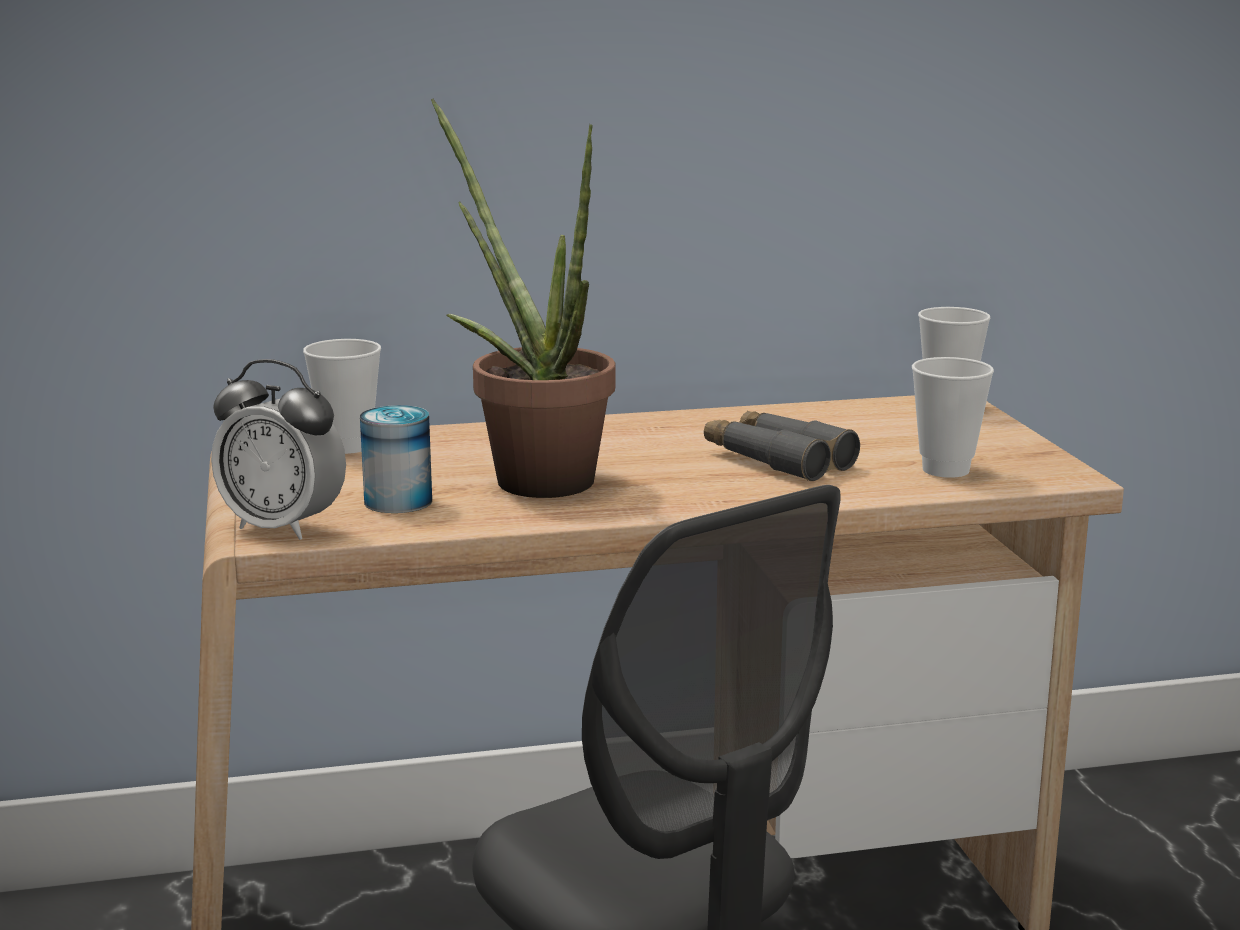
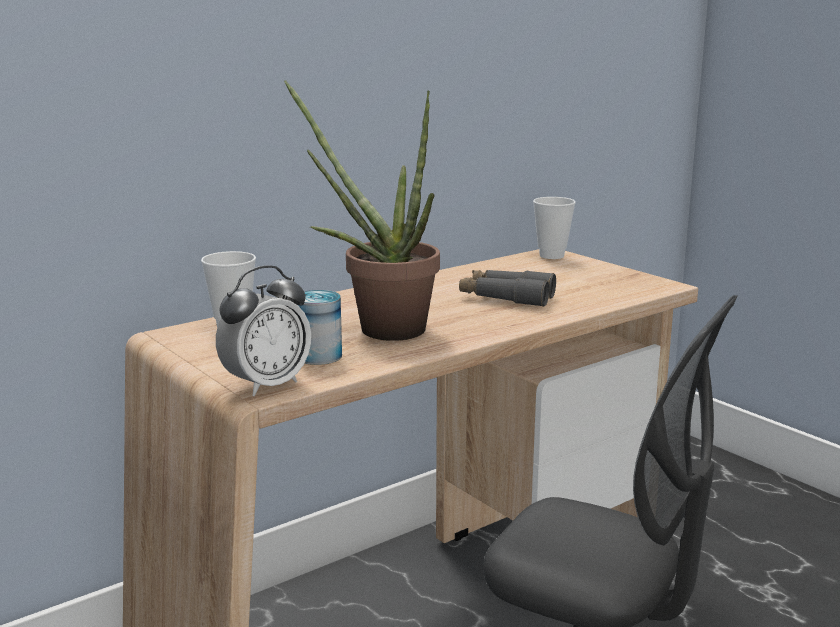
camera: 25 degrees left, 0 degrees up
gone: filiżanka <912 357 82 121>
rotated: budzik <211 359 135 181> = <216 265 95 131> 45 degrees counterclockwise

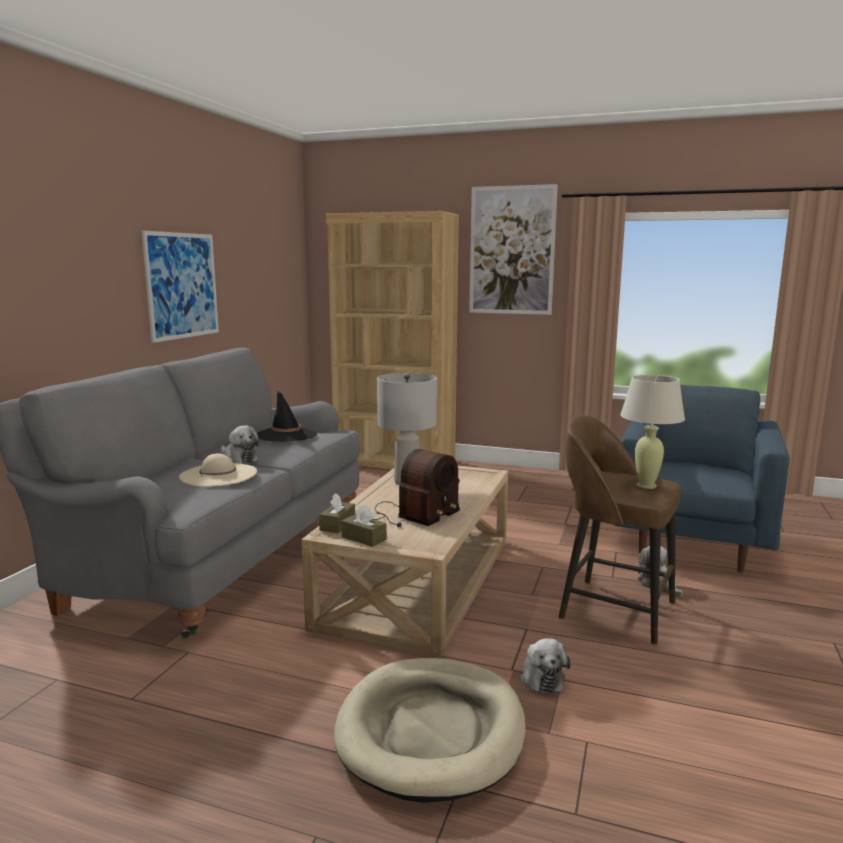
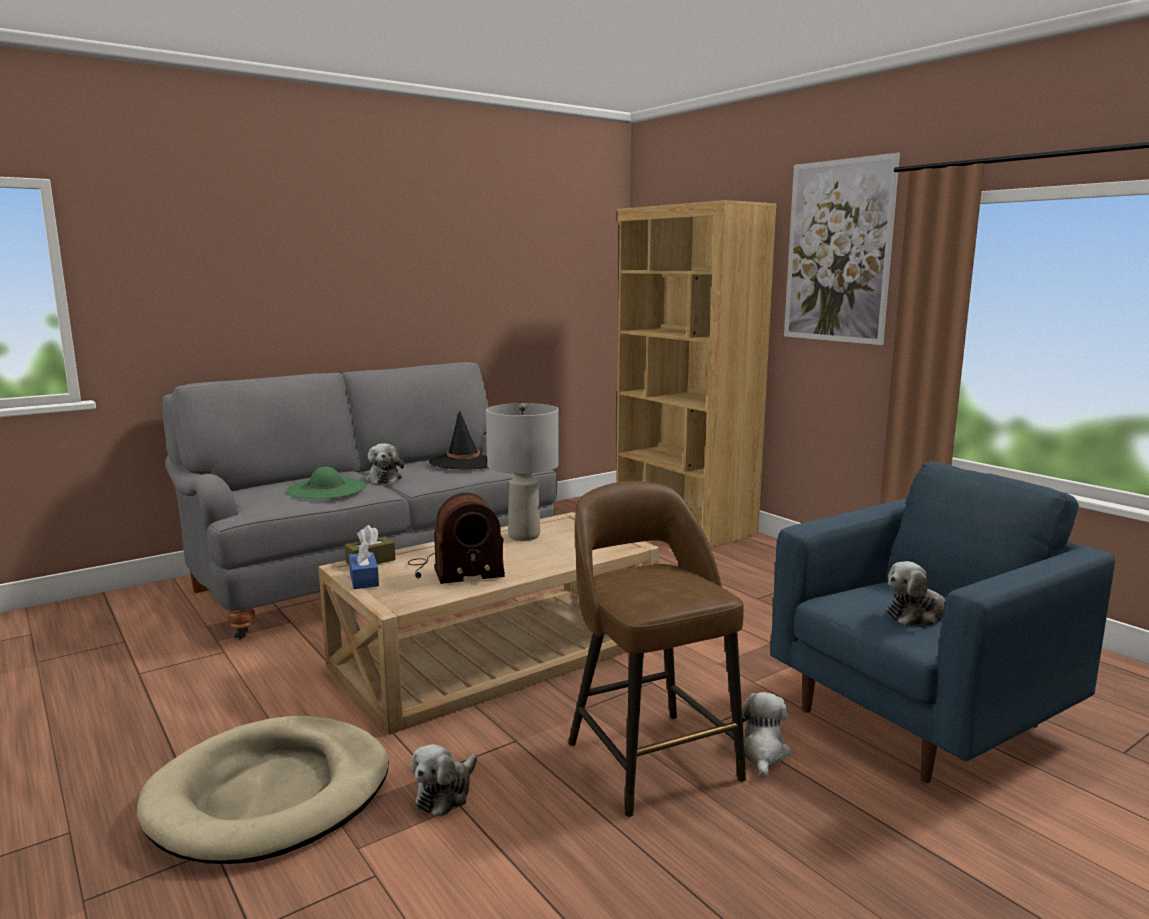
camera: 35 degrees right, 0 degrees up
gone: obraz <142 231 77 112>; lampa stołowa (beżowy) <620 375 65 114>
new: pluszak <886 561 59 65>
repainted: kapelusz (beżowy) <179 453 78 34> to kapelusz (zielony) <286 467 80 32>; pudełko chusteczek (brązowy) <341 505 46 42> to pudełko chusteczek (niebieski) <349 542 30 47>

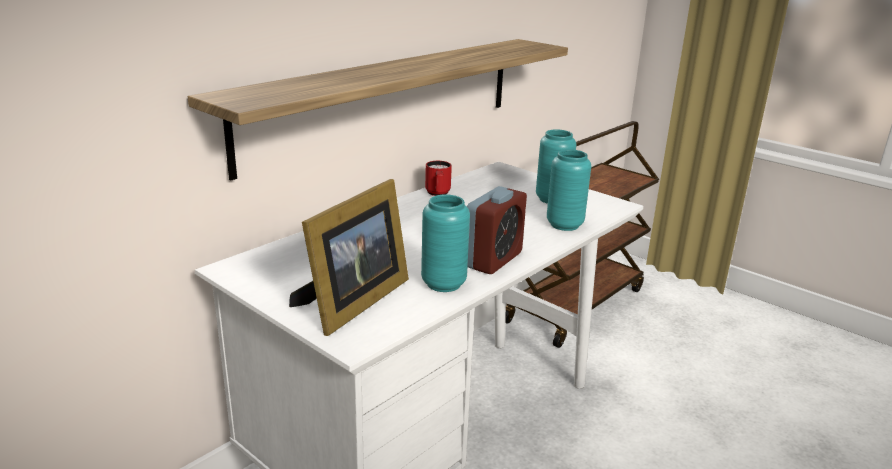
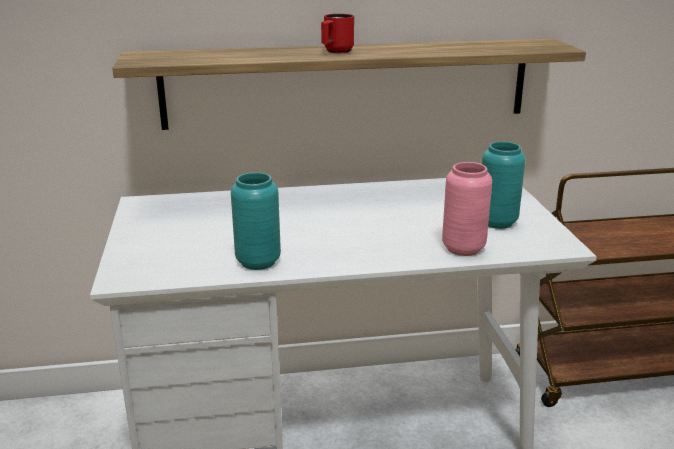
camera: 40 degrees right, 0 degrees up
gone: ramka na zdjęcie <289 179 120 157>; budzik <467 186 60 88>
shifted: kubek (czerwony) <425 161 27 35> to <321 14 33 39>
repainted: wazon (turkusowy) <547 149 44 82> to wazon (różowy) <442 162 50 94>

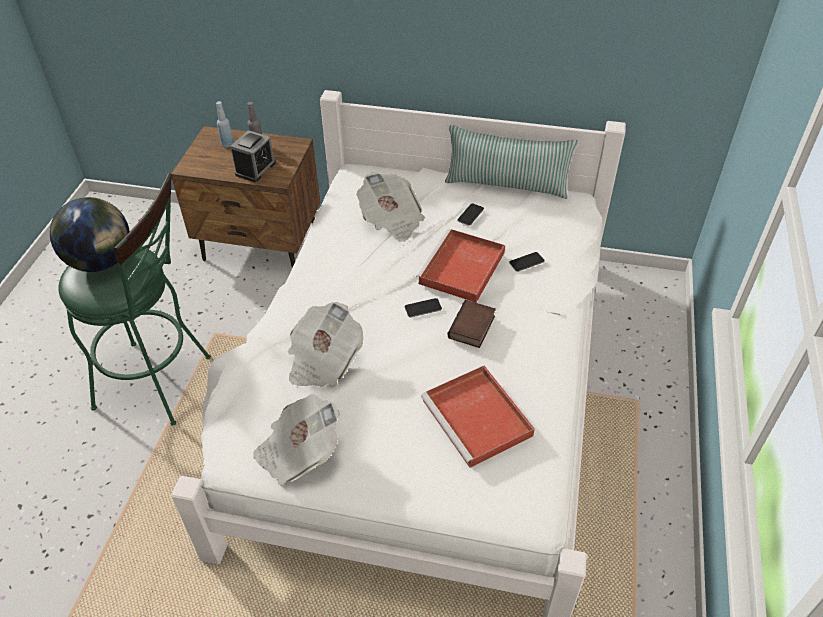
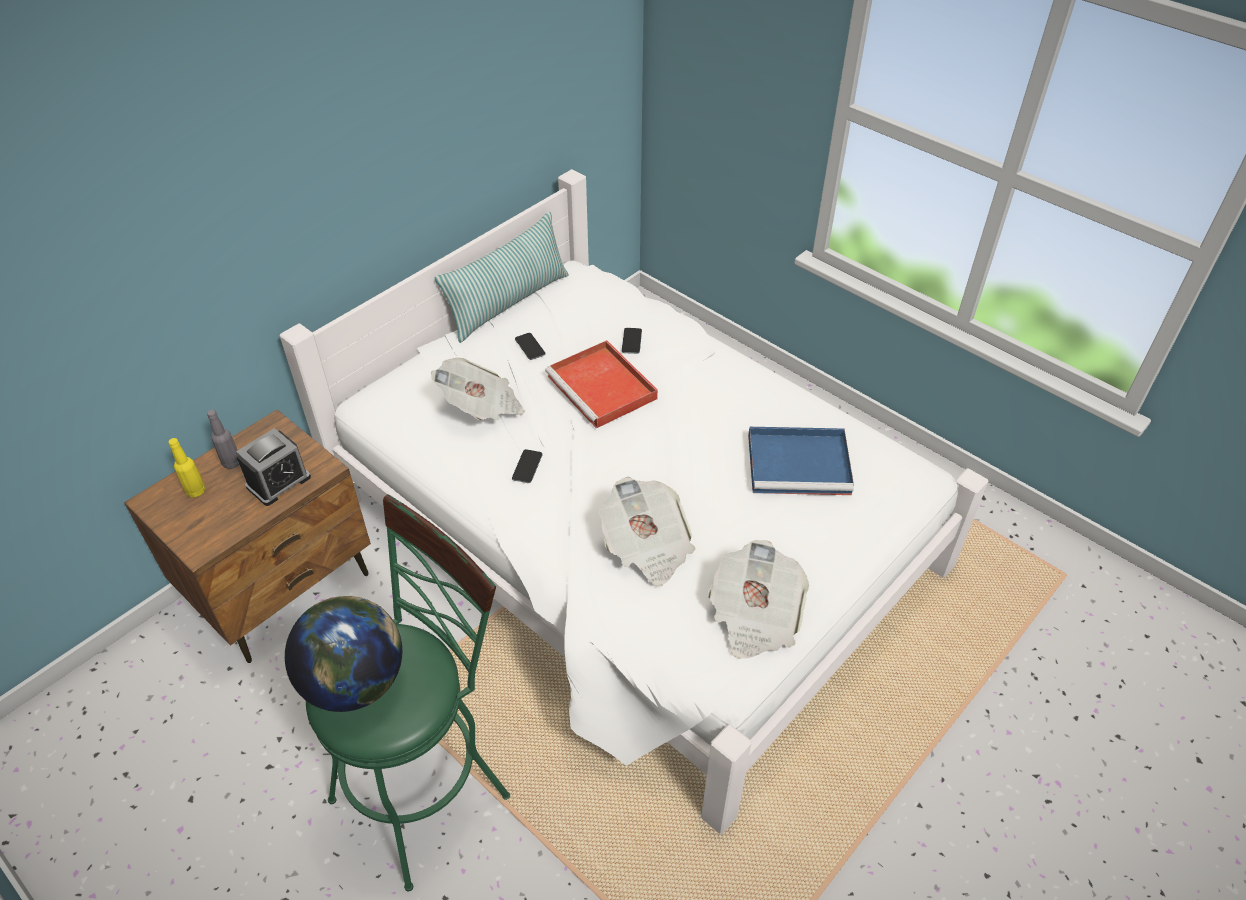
camera: 60 degrees left, 0 degrees up
gone: książka <448 300 48 48>
shifted: telefon <405 298 37 19> to <512 449 30 34>
repainted: butelka (niebieski) <216 101 18 46> to butelka (żółty) <168 438 38 59>; taca (czerwony) <421 366 114 102> to taca (niebieski) <748 427 106 68>
rotated: budzik <230 130 46 52> = <236 428 75 78> 75 degrees clockwise

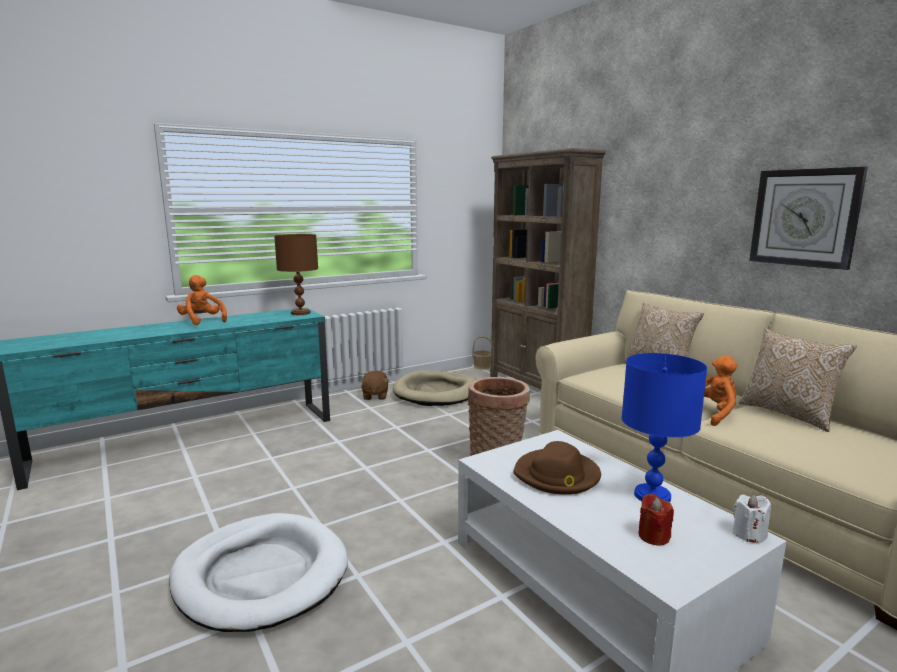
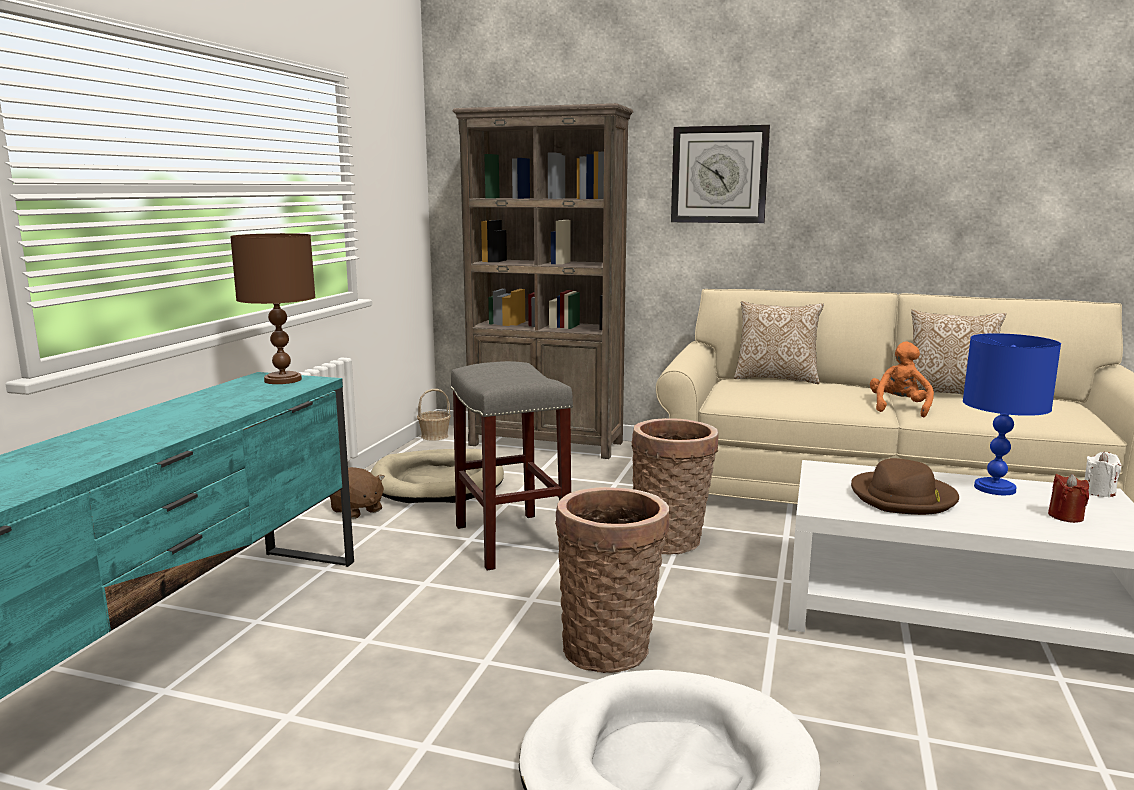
camera: 40 degrees left, 0 degrees up
gone: pluszak (pomarańczowy) <177 275 50 50>
new: stołek (szary) <450 361 123 210>; koszyk <555 487 114 186>
shifted: zegar ścienny <749 167 119 103> to <671 125 99 98>

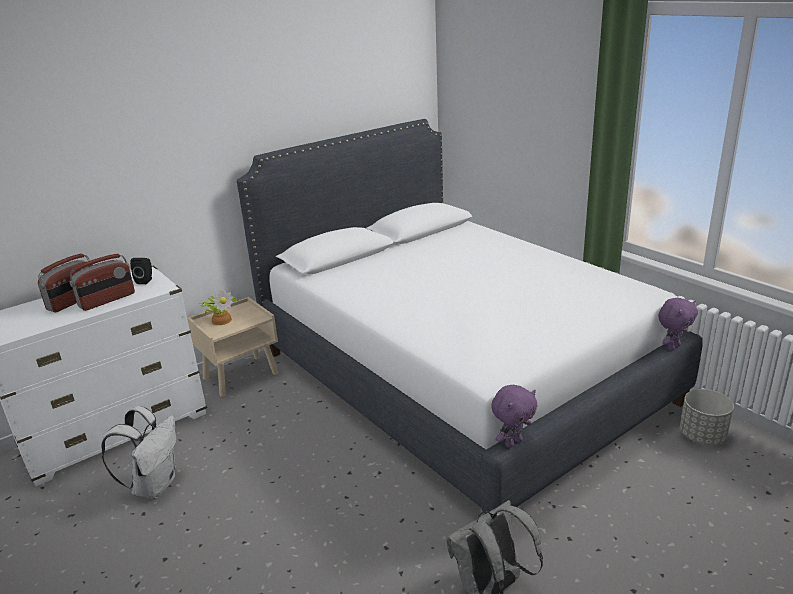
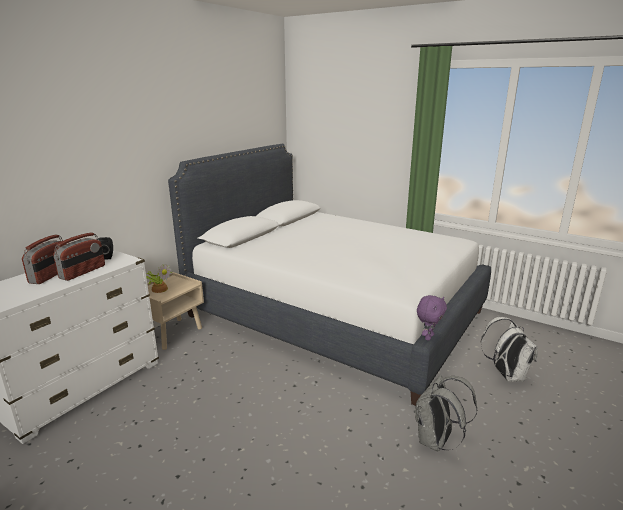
camera: 20 degrees left, 5 degrees down
gone: pluszak (fioletowy) <658 298 40 53>; donica (szary) <680 389 54 56>
shifted: plecak (biały) <101 406 75 93> to <481 317 57 65>

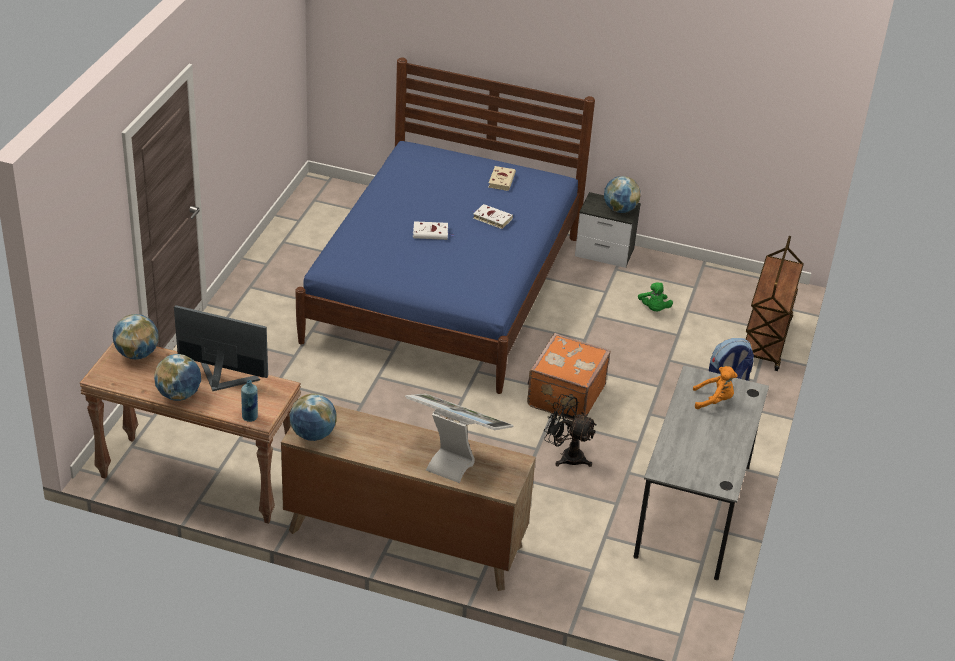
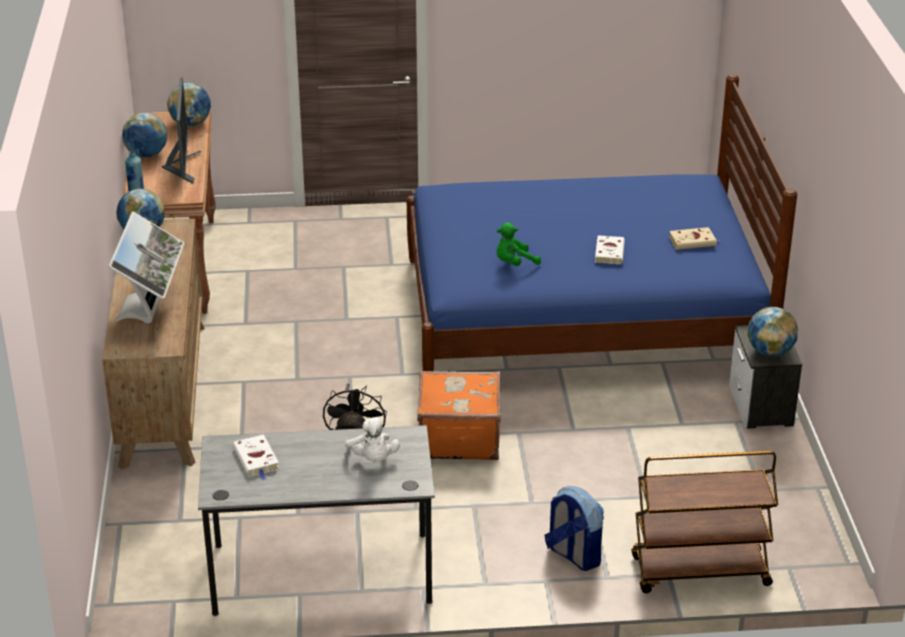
camera: 70 degrees right, 5 degrees down
shifted: książka (biały) <413 221 41 19> to <233 435 46 45>; pluszak (zielony) <638 282 35 29> to <496 222 45 44>
repainted: pluszak (pomarańczowy) <693 366 45 43> to pluszak (biały) <345 417 55 45>

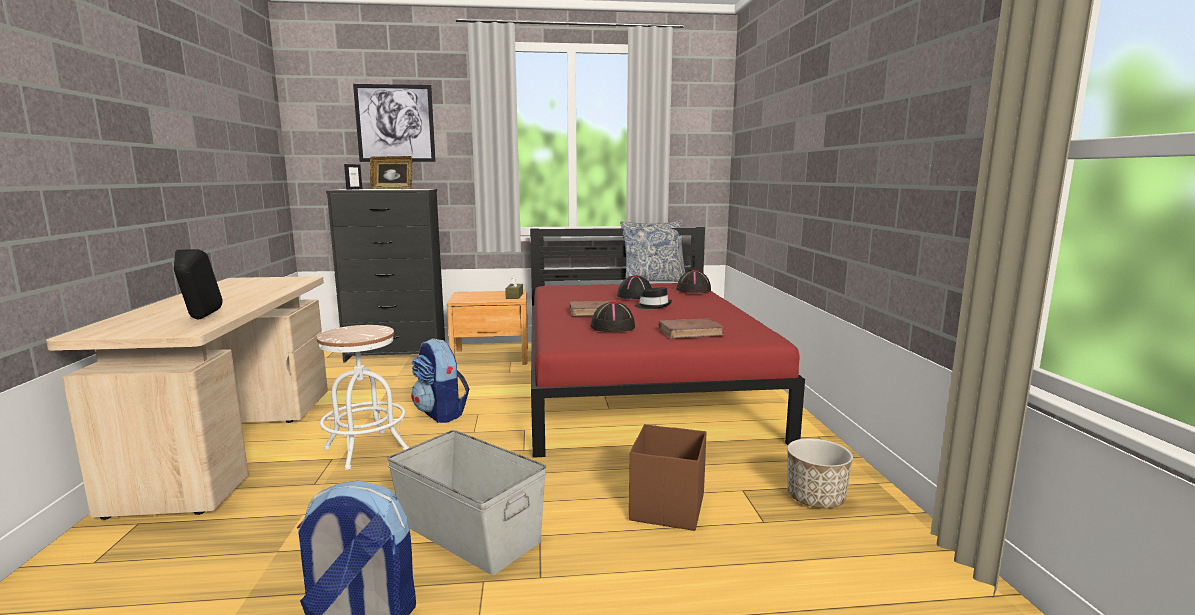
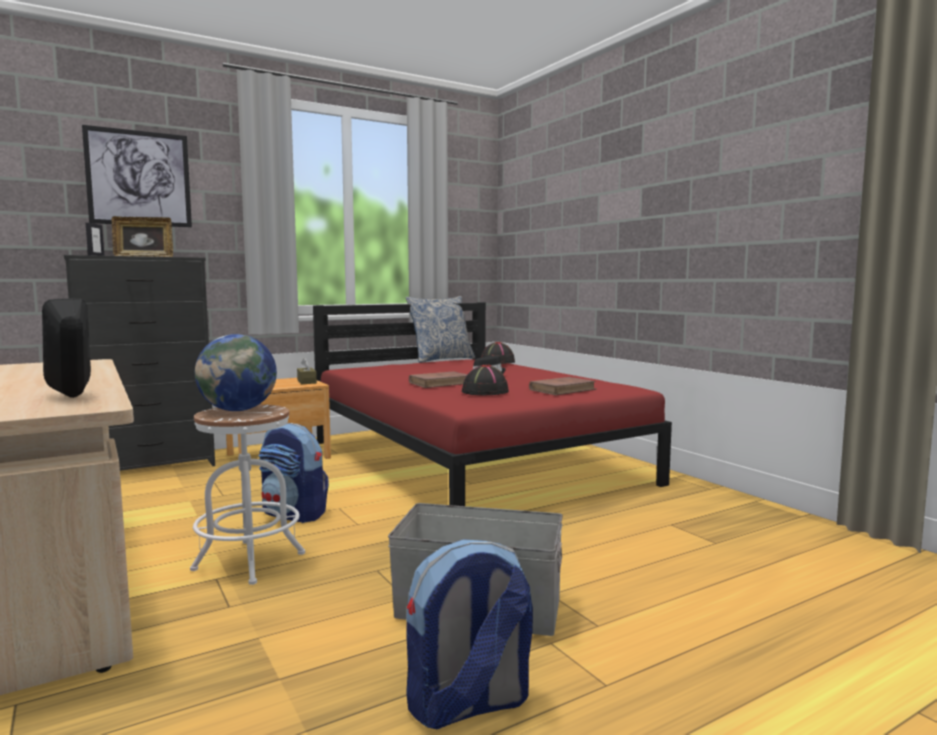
camera: 25 degrees left, 5 degrees down
gone: kapelusz (czarny) <617 275 35 24>; pojemnik do przechowywania (brązowy) <629 424 77 107>; donica <787 438 66 70>
new: globus <195 334 82 77>

